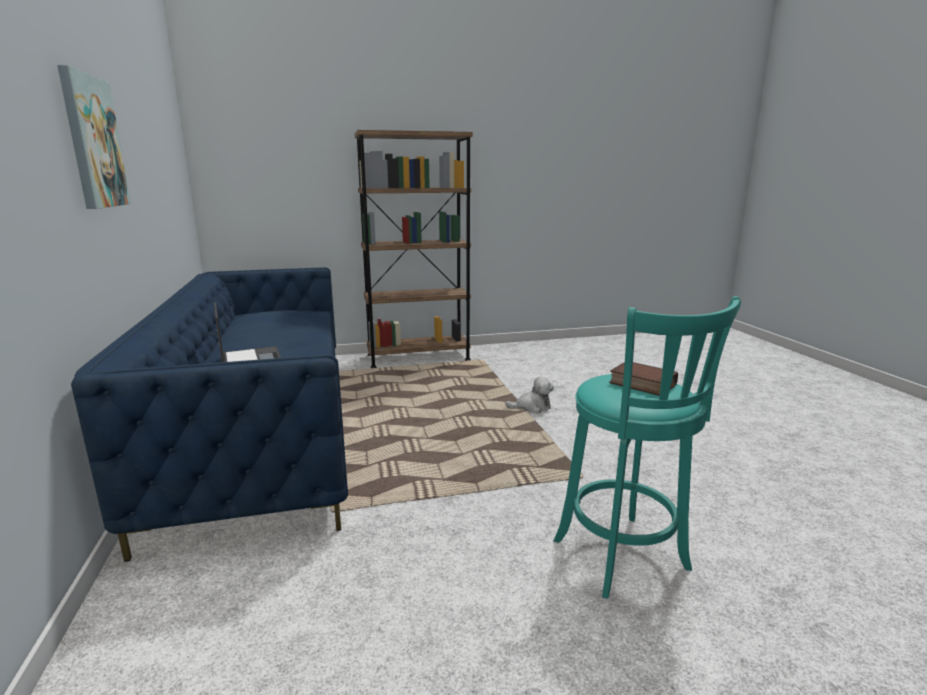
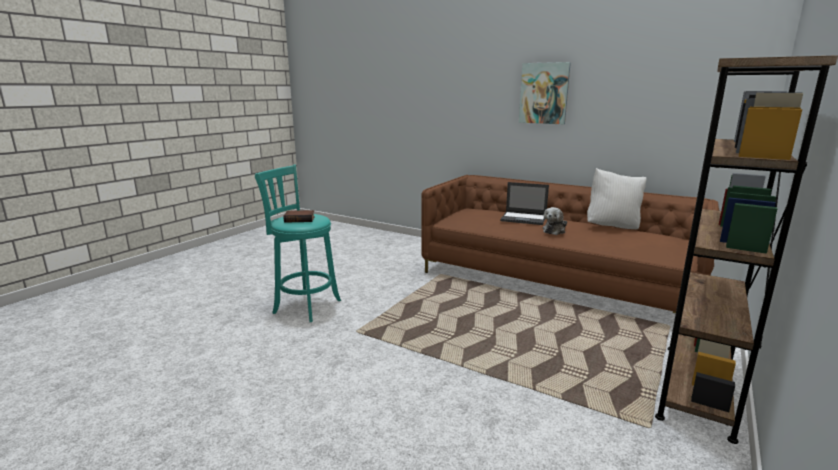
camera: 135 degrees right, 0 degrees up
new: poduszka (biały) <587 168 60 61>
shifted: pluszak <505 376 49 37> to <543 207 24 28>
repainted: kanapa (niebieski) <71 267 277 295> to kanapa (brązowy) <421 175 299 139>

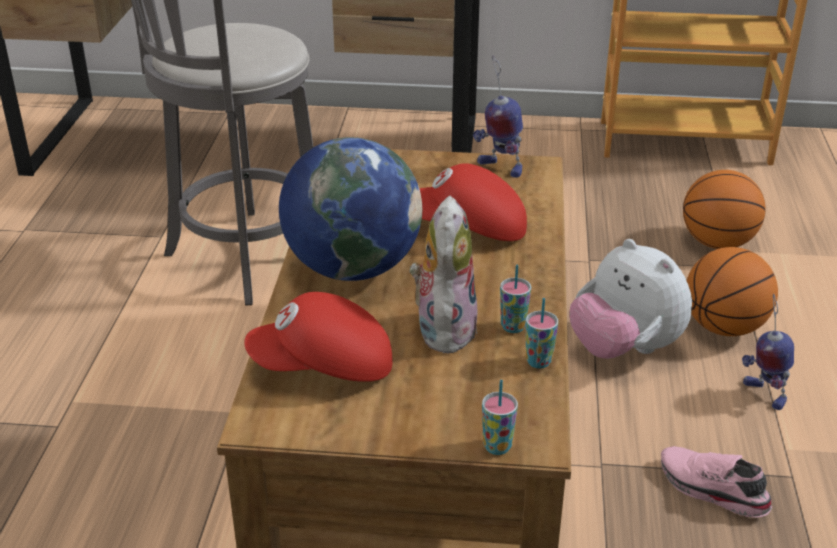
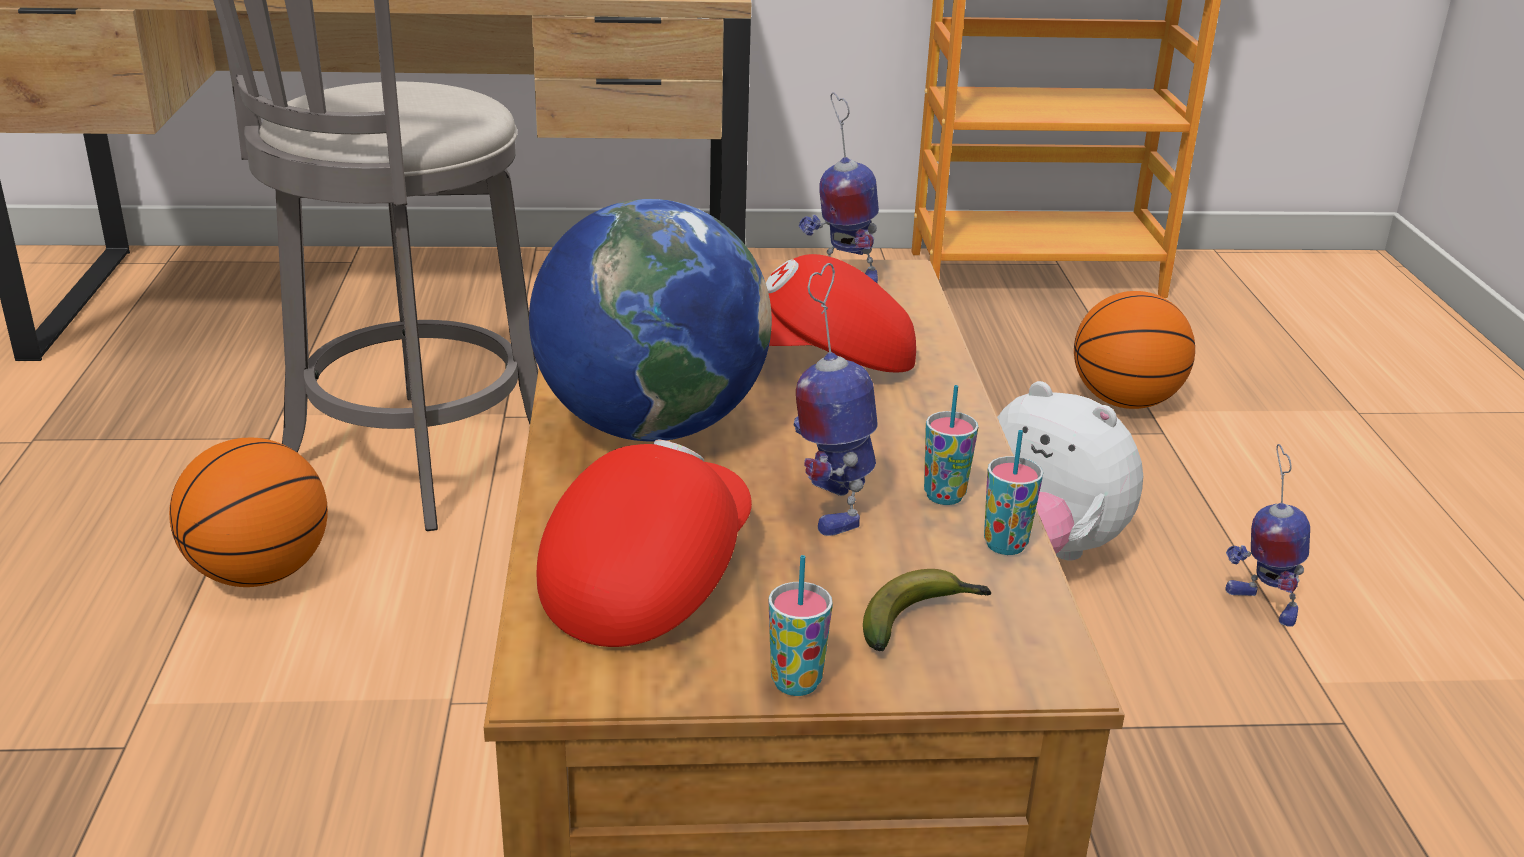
camera: 10 degrees left, 5 degrees down
gone: but (różowy) <661 446 111 72>
new: banan <863 569 128 82>
shifted: piłka do koszykówki <687 247 91 89> to <169 438 159 149>; filiżanka <482 380 36 75> to <769 555 64 141>
swapped: pluszak <410 196 67 157> to robot zabawkowy <793 263 85 273>
rotated: czapka z daszkiem (czerwony) <244 292 148 90> = <537 439 215 208> 135 degrees clockwise

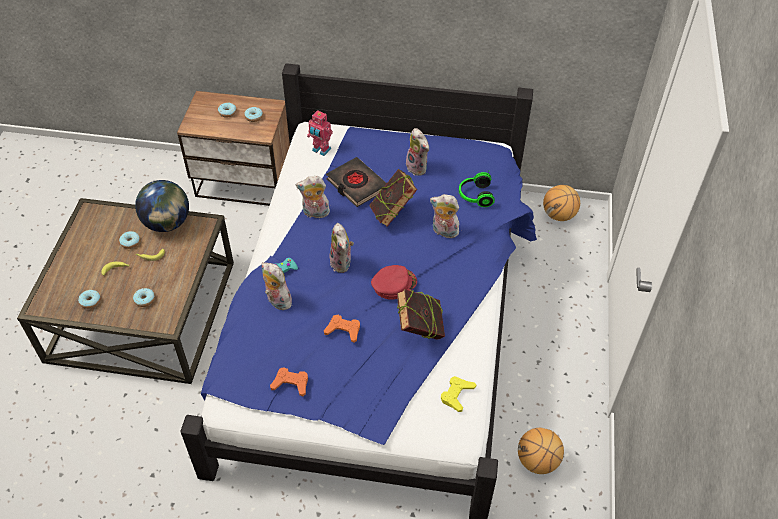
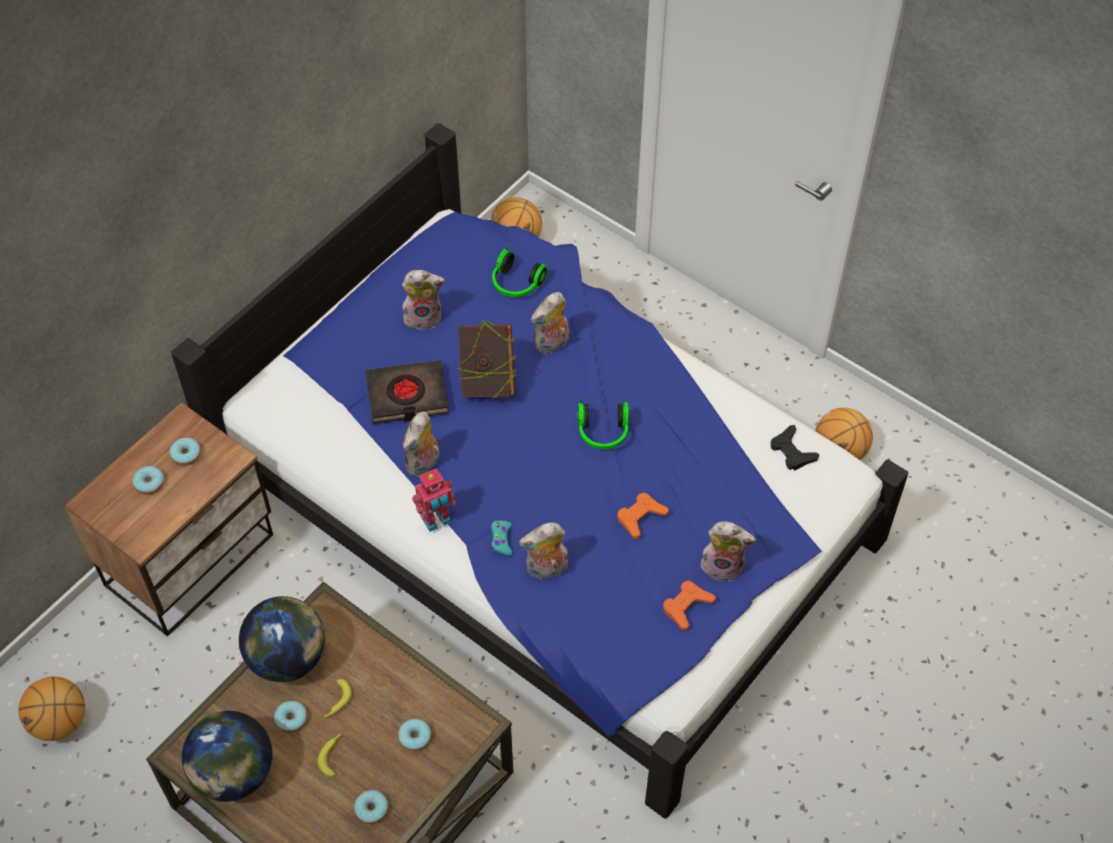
camera: 60 degrees left, 5 degrees up
gone: książka <397 289 48 51>
new: piłka do koszykówki <19 676 66 65>; globus <182 711 91 91>
shifted: robot zabawkowy <307 110 26 46> to <412 468 44 64>; pluszak <330 223 24 50> to <701 521 55 60>
swapped: czapka z daszkiem (czerwony) <371 265 46 35> to słuchawki <577 398 52 51>
repainted: pad do gier (żółty) <441 376 35 36> to pad do gier (czarny) <771 425 49 45>

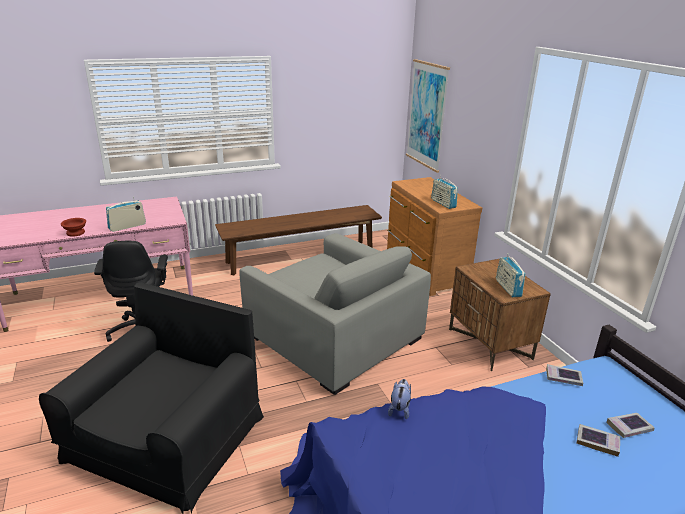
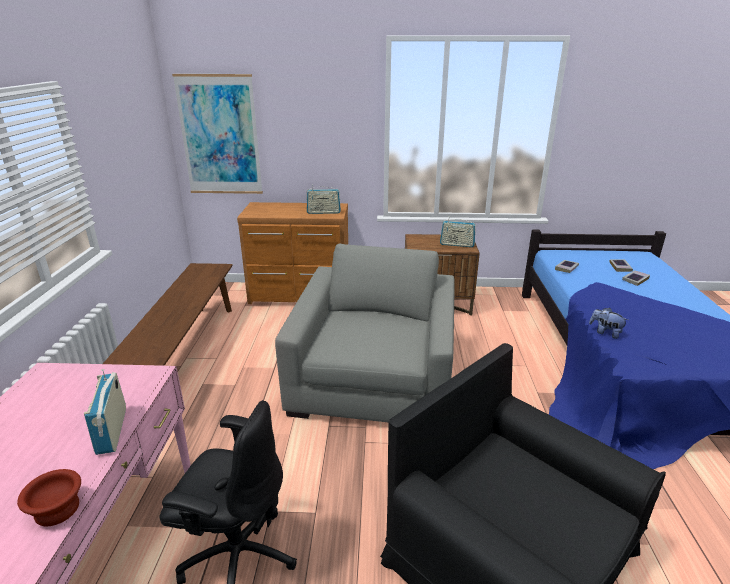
camera: 65 degrees left, 0 degrees up
rotated: fotel (szary) <239 233 192 162> = <275 244 180 179> 60 degrees counterclockwise

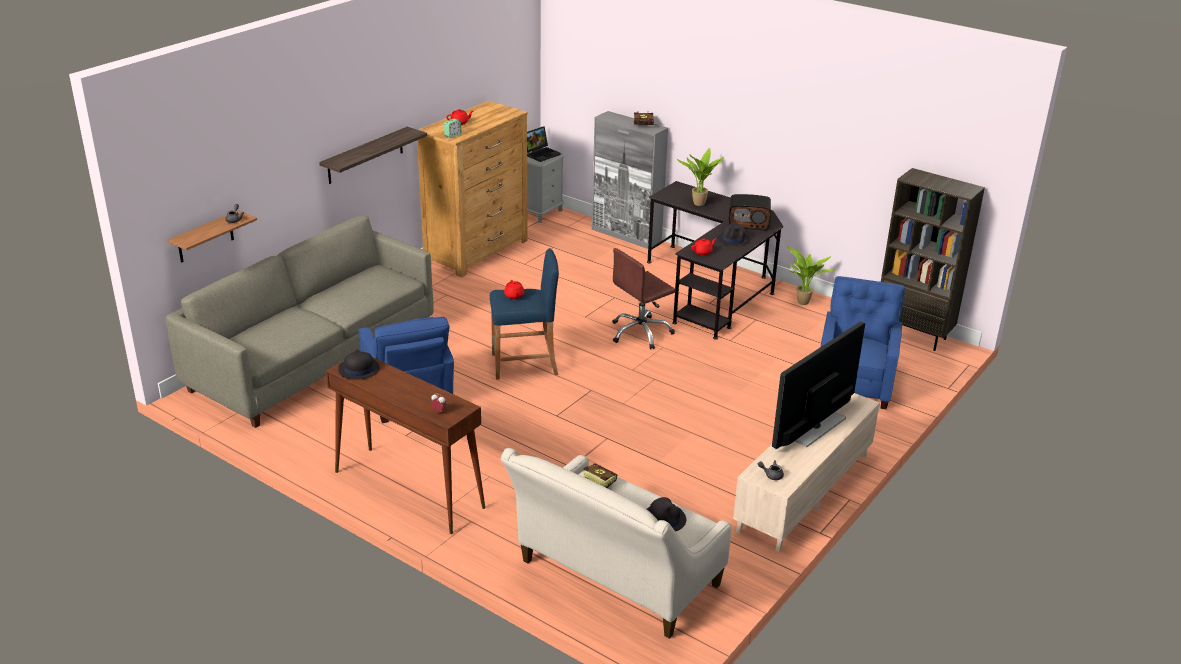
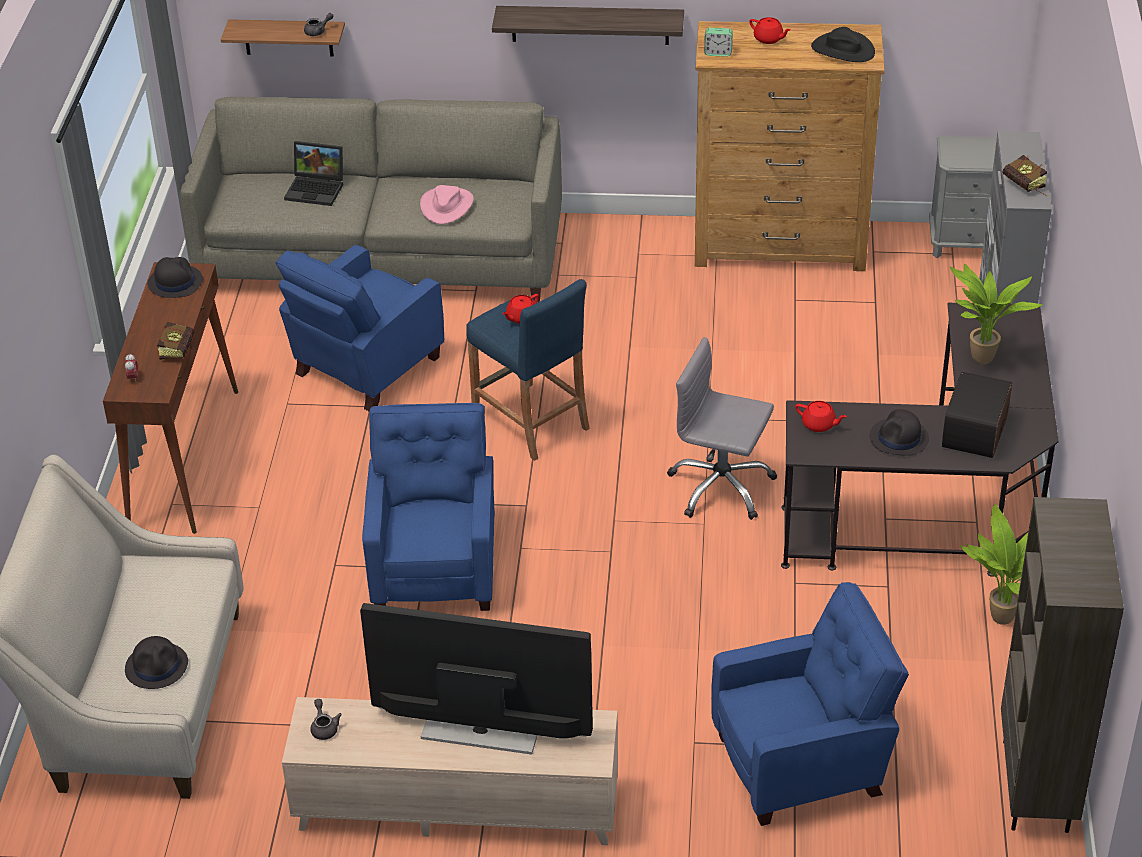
camera: 60 degrees right, 10 degrees up
new: fotel (niebieski) <362 403 133 208>; kapelusz (różowy) <420 185 54 39>; kapelusz (czarny) <811 27 64 35>
shifted: książka <583 463 34 25> to <157 322 37 38>; laptop <527 126 34 36> to <284 141 59 65>
repainted: krzesło biurowe (brązowy) <612 248 64 101> to krzesło biurowe (szary) <667 337 110 183>
rotated: radio <729 194 42 37> = <942 372 70 86> 45 degrees clockwise

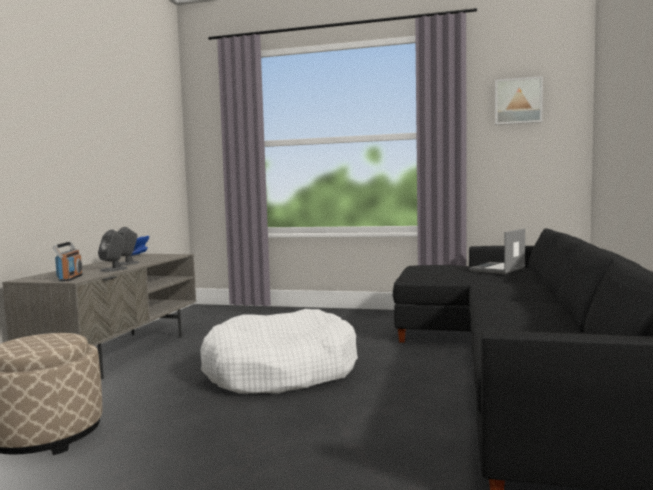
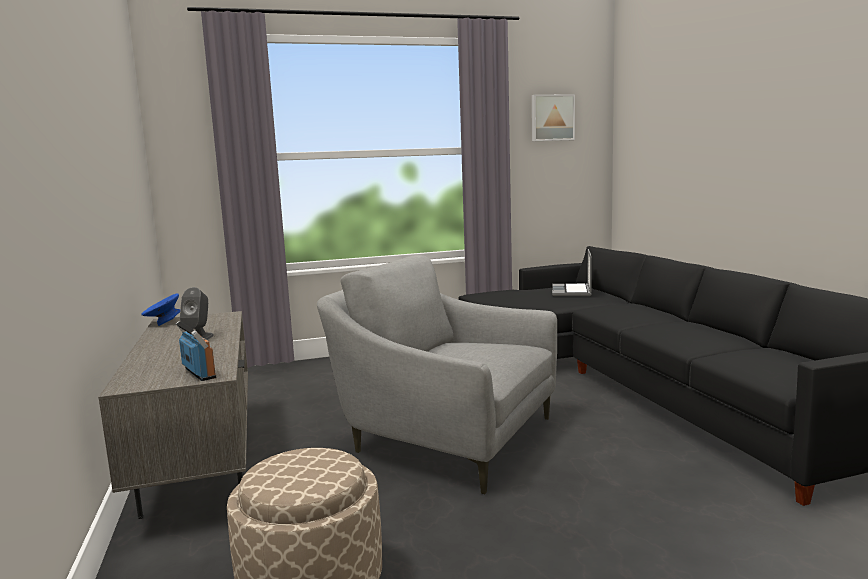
camera: 30 degrees left, 5 degrees up
gone: głośnik (szary) <98 230 29 42>
swapped: legowisko (biały) <200 309 158 85> to fotel (szary) <317 255 240 239>

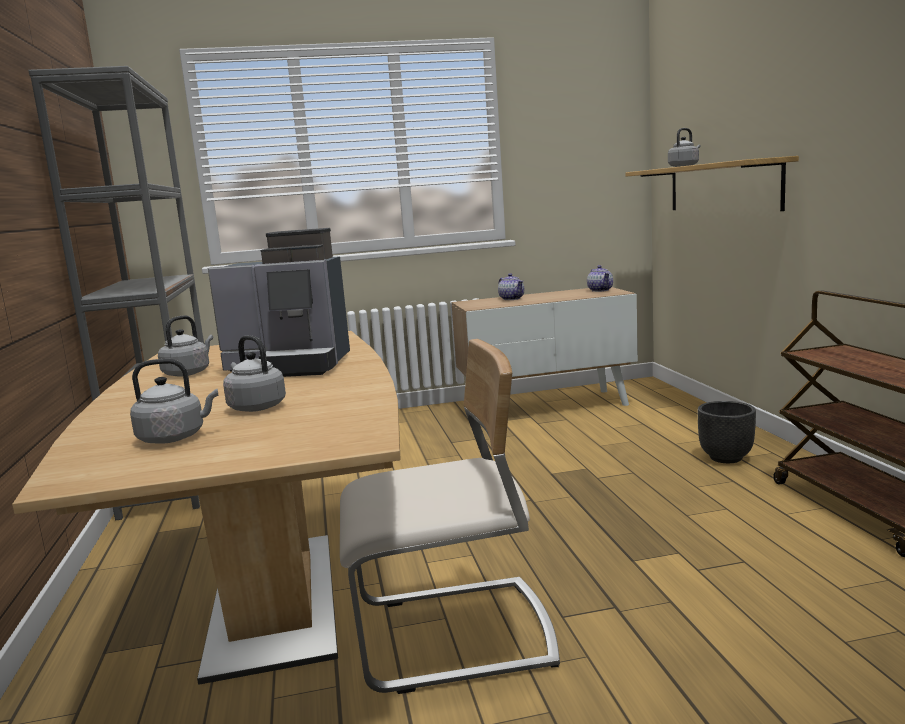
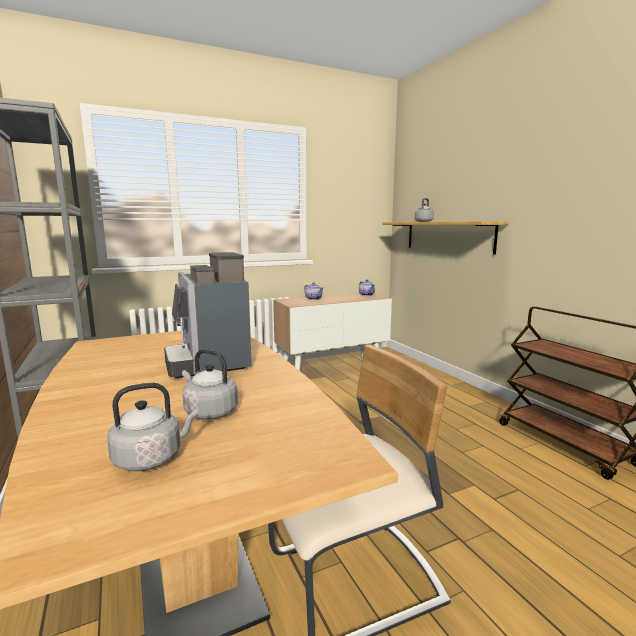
camera: 15 degrees left, 0 degrees up
gone: czajnik (szary) <158 315 55 62>; donica (czarny) <698 401 58 62>
rotated: ekspres do kawy <208 228 142 149> = <164 252 88 126> 75 degrees clockwise

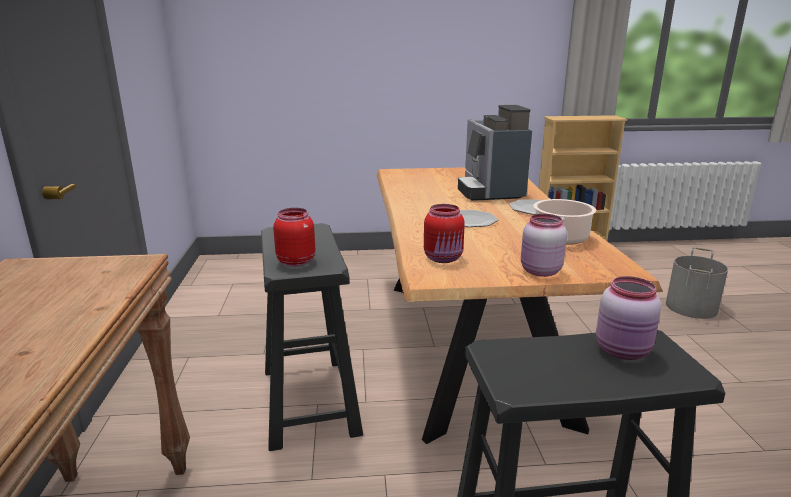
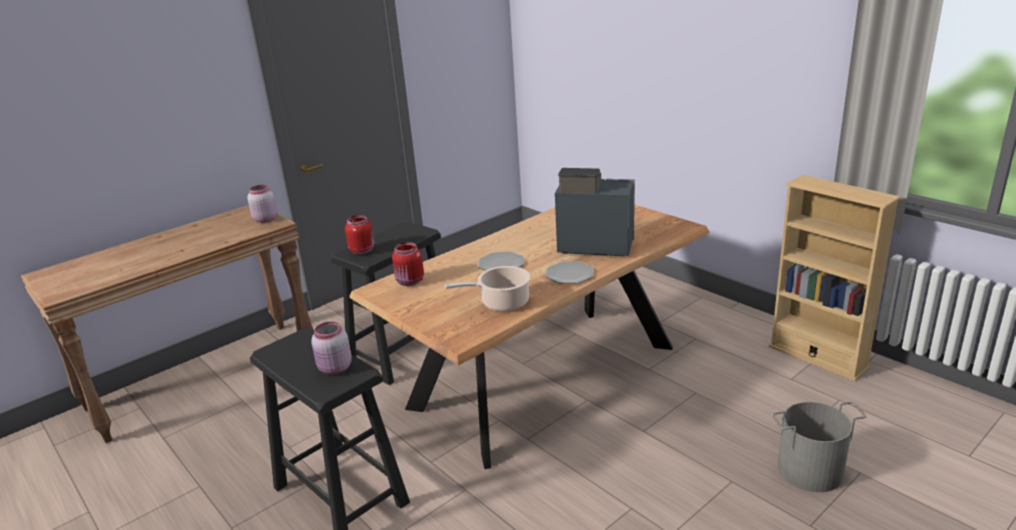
camera: 55 degrees right, 5 degrees up
shifted: słoik (różowy) <521 214 46 63> to <248 185 29 38>
rotated: ekspres do kawy <458 105 74 96> = <555 168 80 88> 60 degrees clockwise

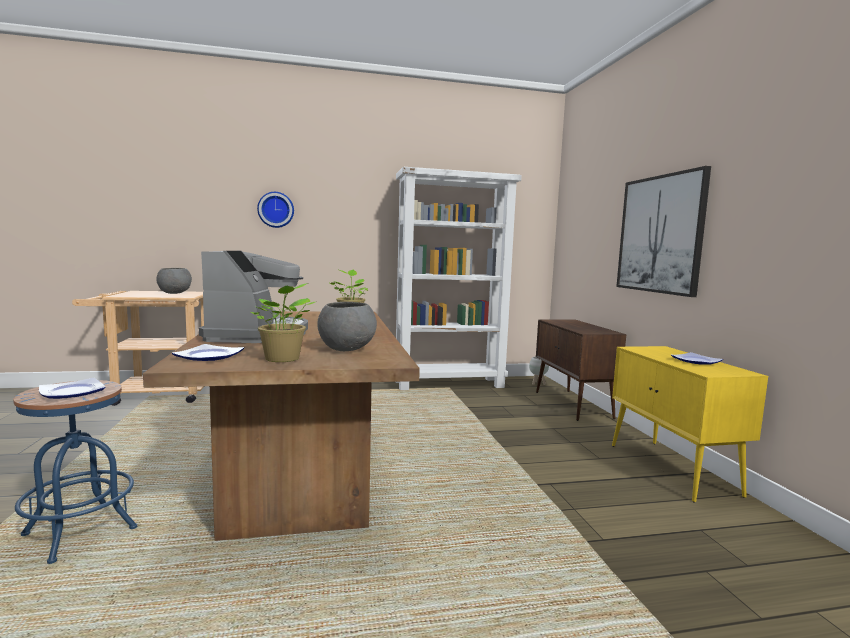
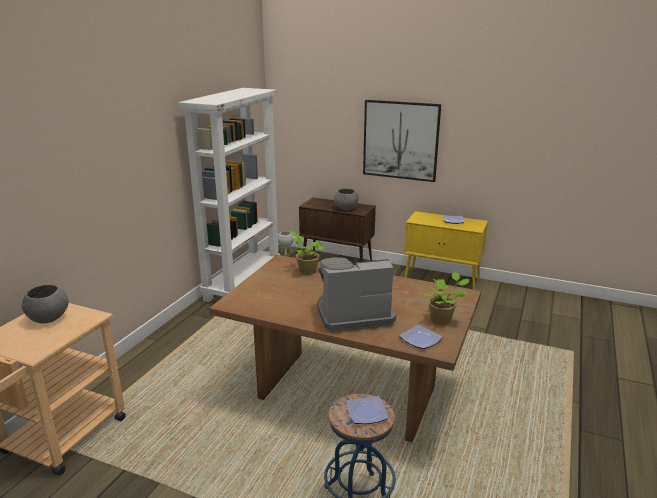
camera: 55 degrees left, 15 degrees up
gone: zegar ścienny <257 192 37 36>
shifted: miska (szary) <317 302 60 49> to <334 189 24 21>
rotated: ekspres do kawy <199 251 109 92> = <317 257 79 76> 45 degrees counterclockwise

